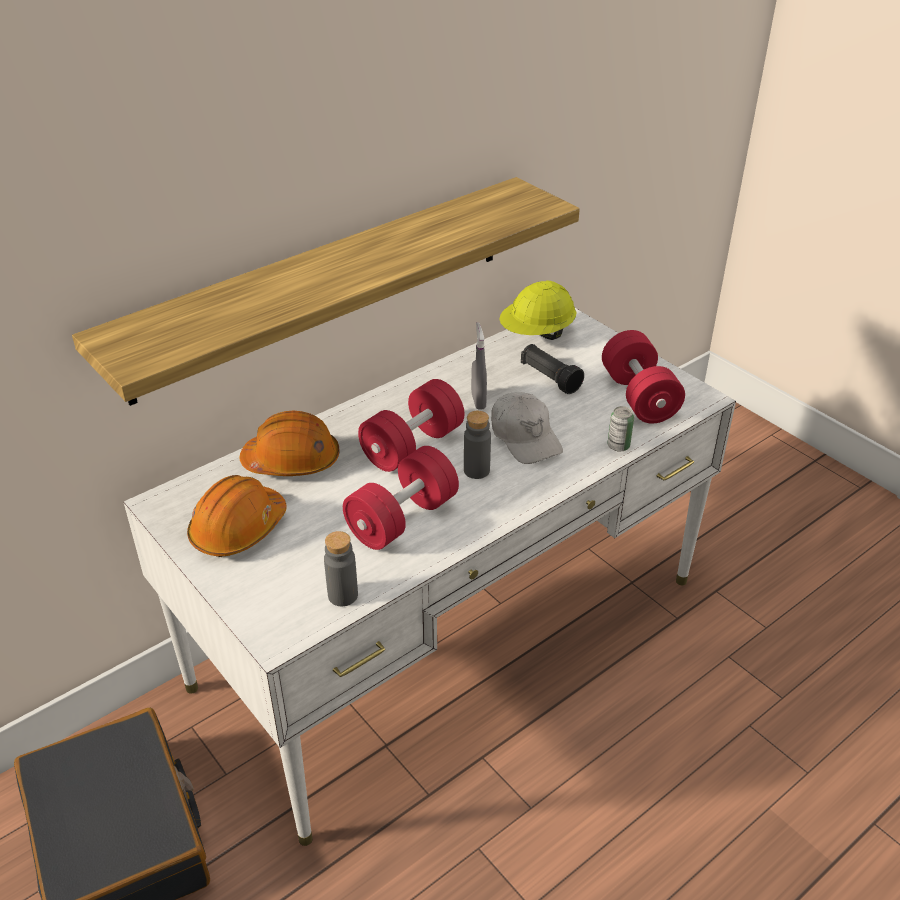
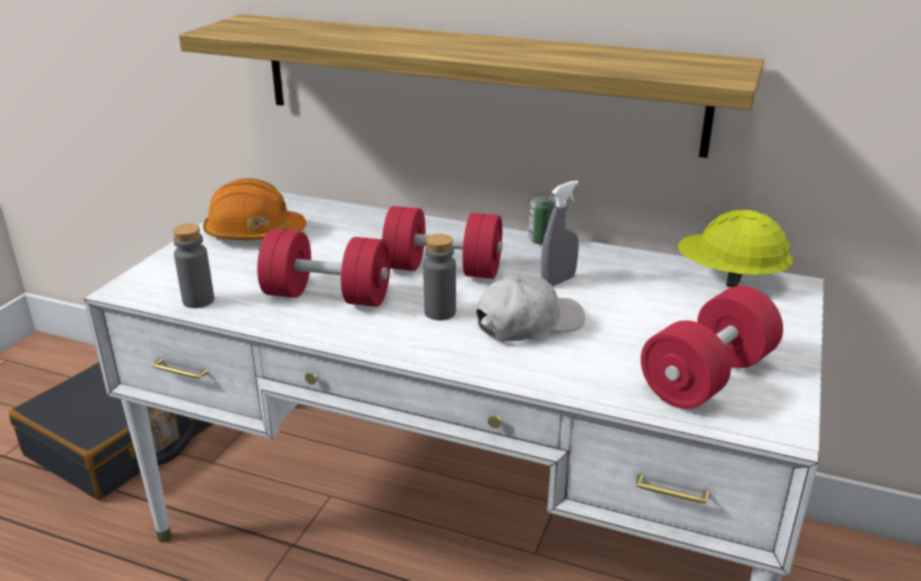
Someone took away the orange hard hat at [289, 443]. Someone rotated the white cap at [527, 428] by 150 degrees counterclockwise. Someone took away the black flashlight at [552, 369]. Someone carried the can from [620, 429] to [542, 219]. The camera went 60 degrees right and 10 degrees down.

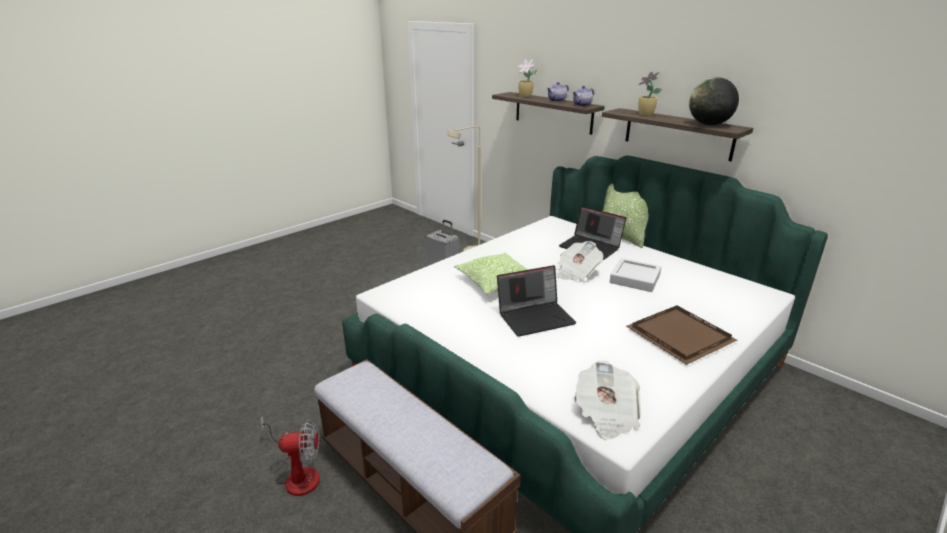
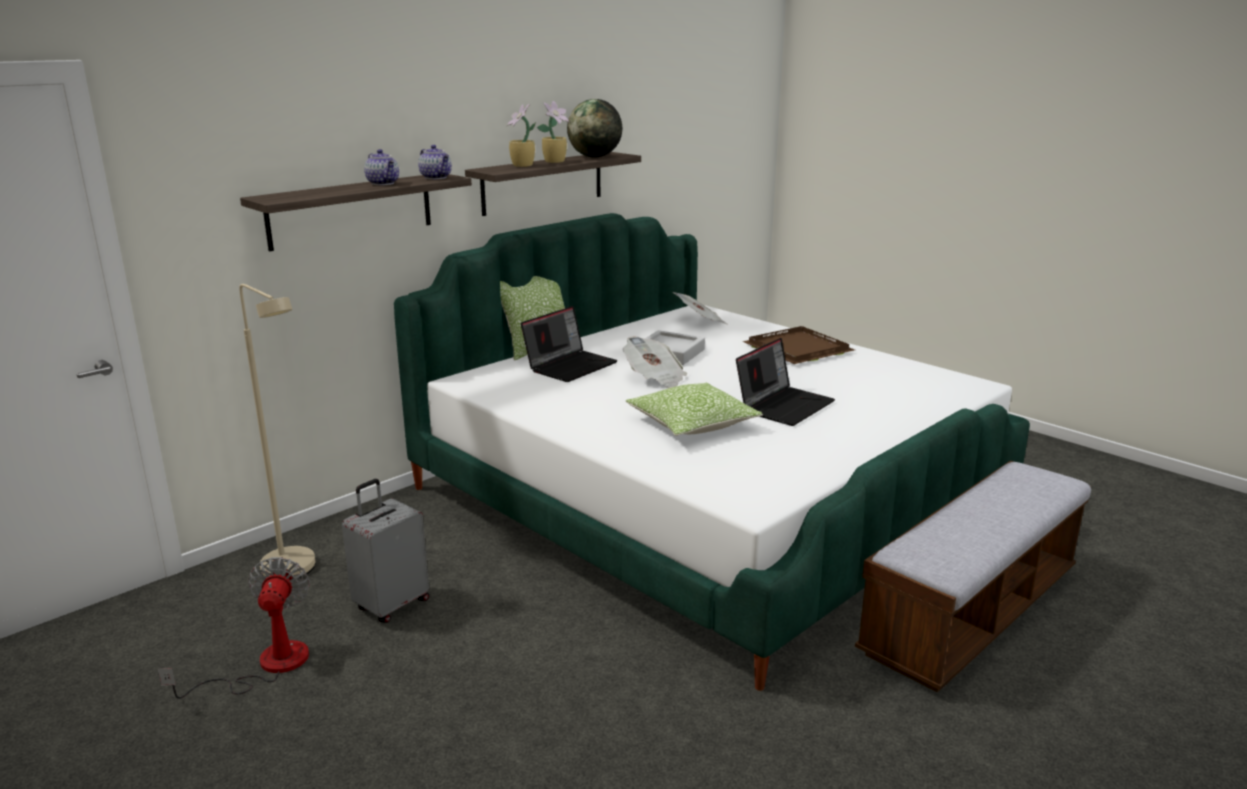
Someone carried the fan from [290, 456] to [234, 628]. Someone rotated the laptop at [536, 301] by 60 degrees clockwise. Someone carried the potted plant from [527, 78] to [553, 132]. Someone carried the newspaper from [607, 400] to [700, 308]. The camera went 90 degrees left and 5 degrees down.

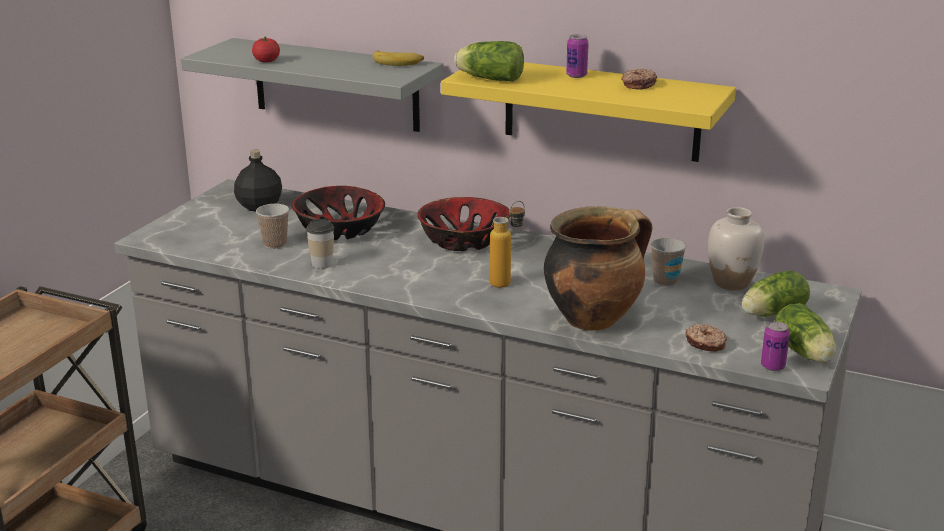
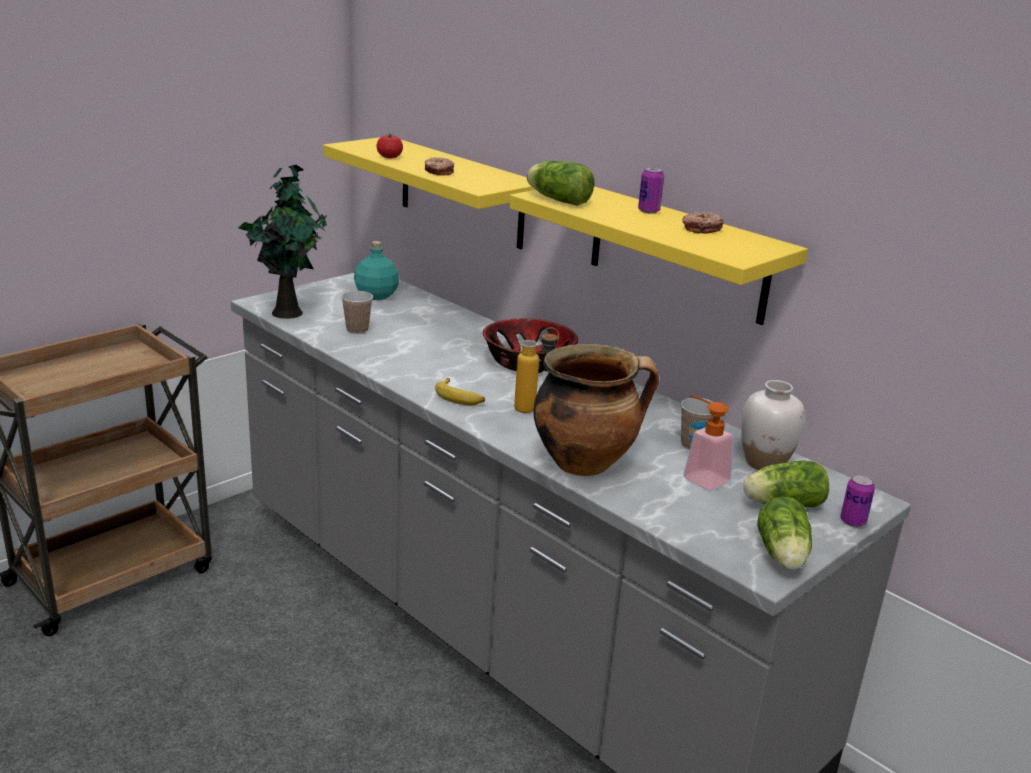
Someone repainted the grey shelf at [312, 85], which became the yellow shelf at [429, 193]. Someone repainted the black bottle at [258, 181], which became the turquoise bottle at [376, 270]. Someone took away the bowl at [338, 213]. Someone took away the cup at [320, 244]. Someone carried the banana from [398, 58] to [460, 392]. Someone carried the donut from [706, 338] to [439, 166]. Someone carried the can from [775, 346] to [857, 500]. Someone put down the potted plant at [283, 242]. Someone put down the soap dispenser at [708, 443]. The camera went 20 degrees right and 0 degrees up.

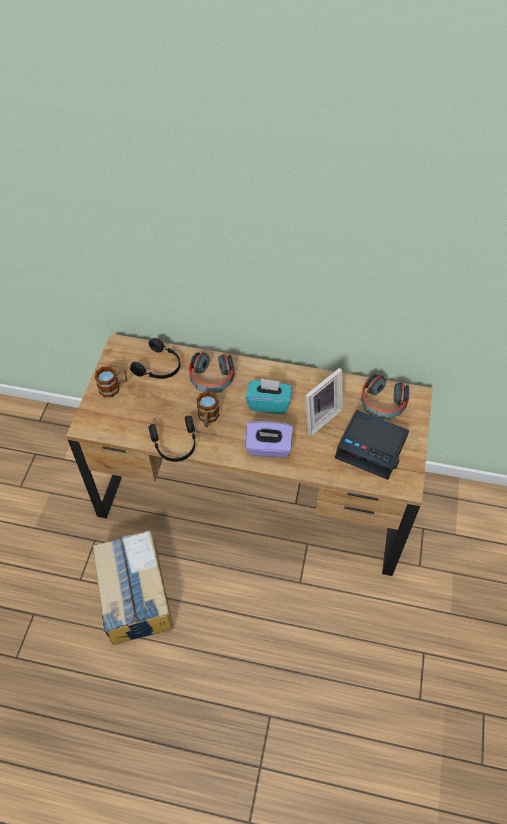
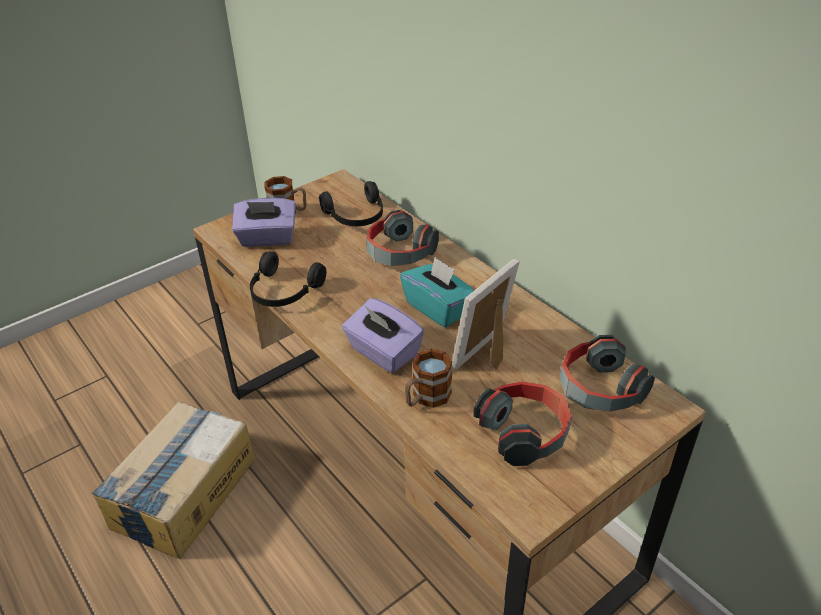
Someone carried the mug from [207, 409] to [428, 378]. Someone rotated the picture frame at [324, 402] by 135 degrees clockwise. Someone swapped the alarm clock at [372, 445] for the headphones at [522, 423]. Someone put down the purple tissue box at [264, 222]. The camera went 40 degrees right and 15 degrees down.

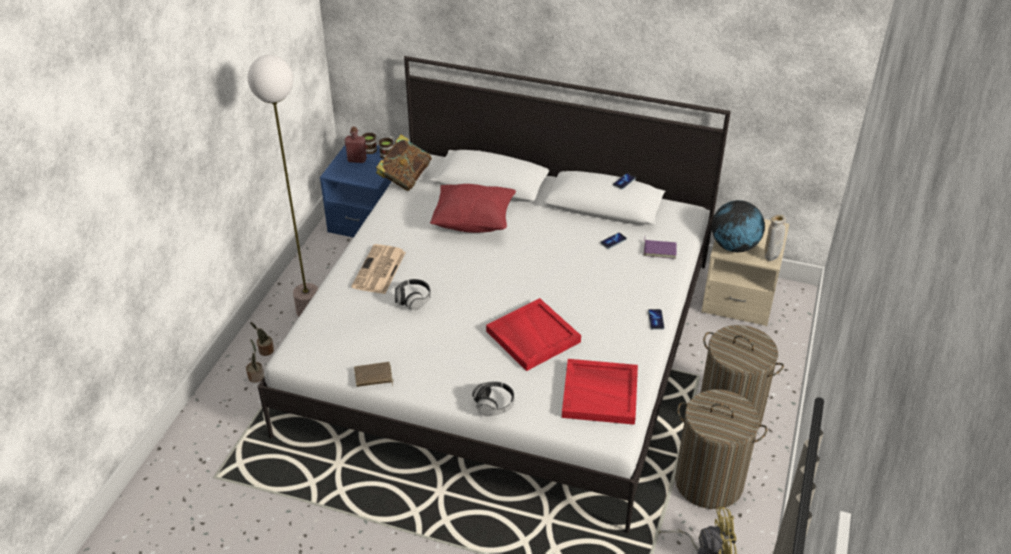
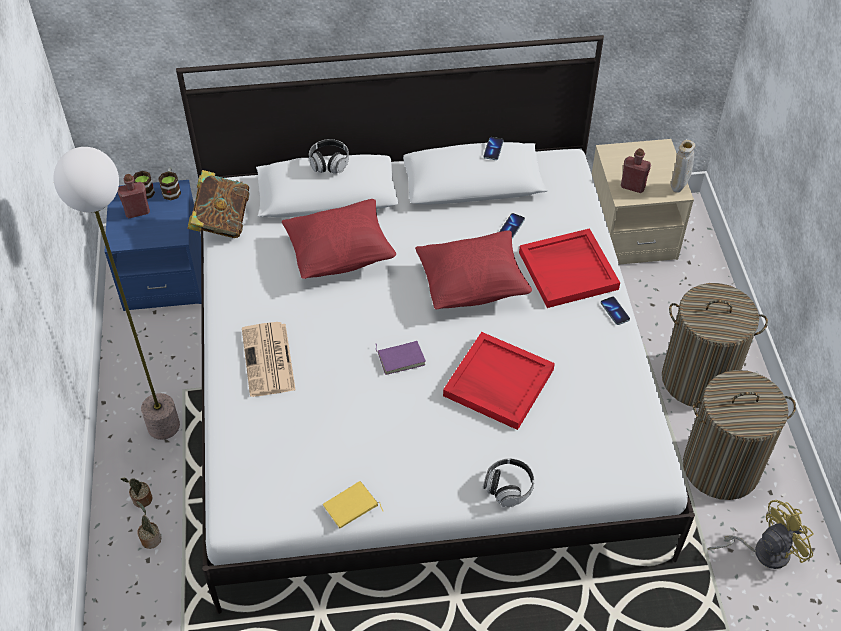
Someone repainted the brown book at [374, 374], which became the yellow book at [353, 504]. Someone carried the headphones from [413, 294] to [329, 156]. Someone carried the red tray from [600, 392] to [569, 268]. Someone carried the purple book from [660, 247] to [400, 358]. Someone swapped the globe at [738, 226] for the red bottle at [636, 170]. Someone put down the red pillow at [473, 269]. The camera went 25 degrees left and 10 degrees up.

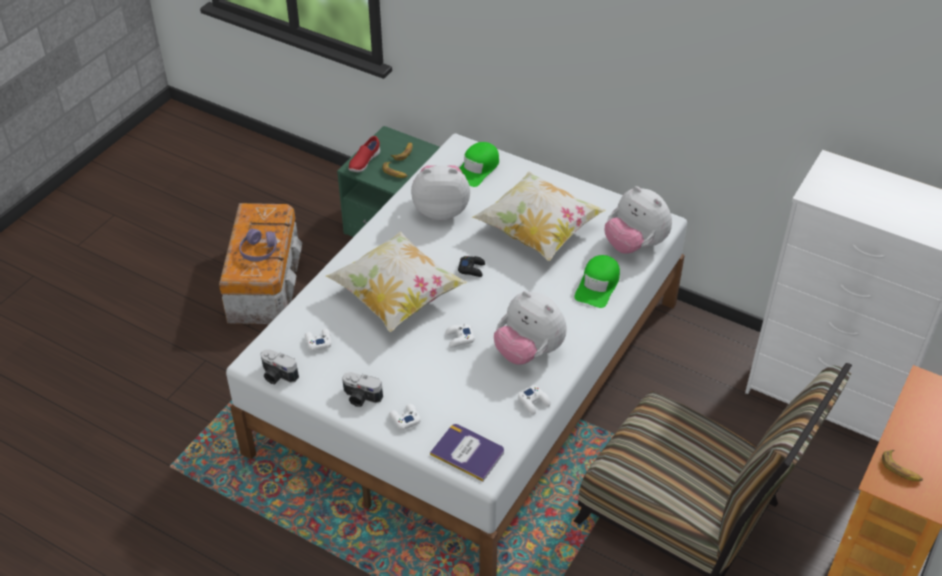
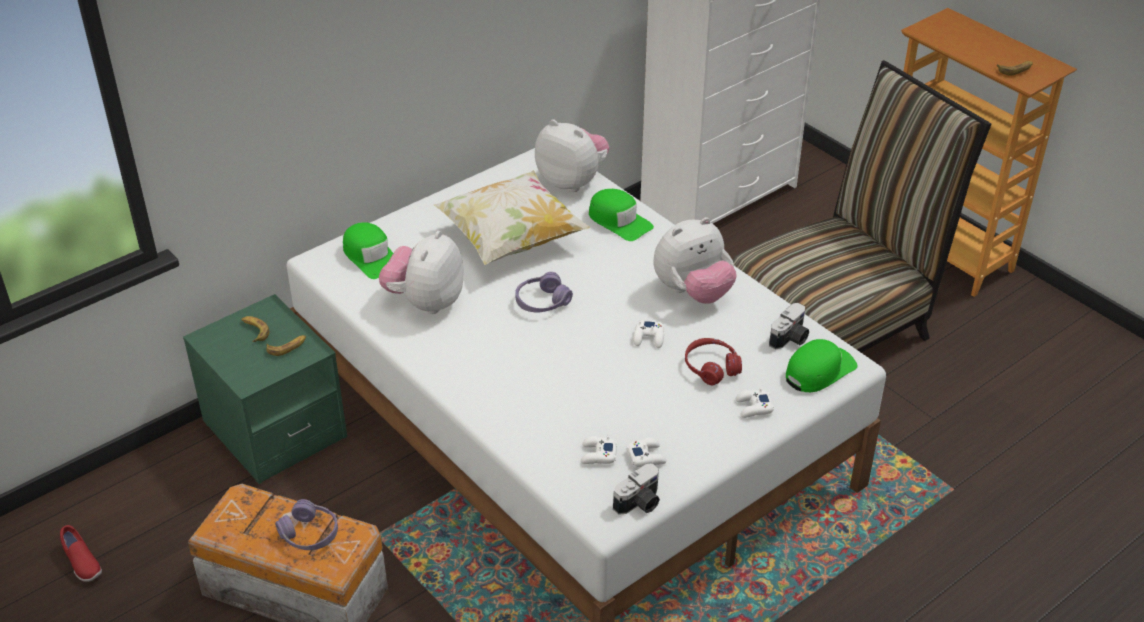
Someone took away the pillow at [396, 281]. Someone carried the photo camera from [362, 389] to [789, 326]. Someone carried the red shoe from [364, 154] to [81, 553]. Someone swapped the book at [467, 452] for the green cap at [822, 365]. Someone swapped the black game controller at [471, 266] for the purple headphones at [544, 292]. Someone carried the white game controller from [534, 400] to [646, 452]. Someone rotated the plush toy at [638, 220] by 120 degrees counterclockwise. Someone put down the red headphones at [713, 361]. The camera went 70 degrees left and 5 degrees down.

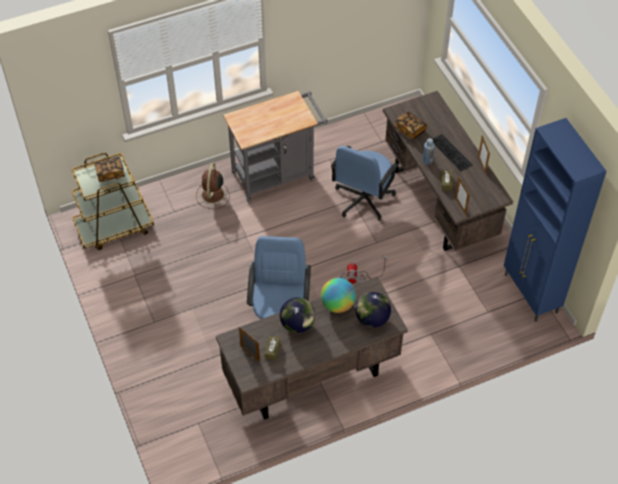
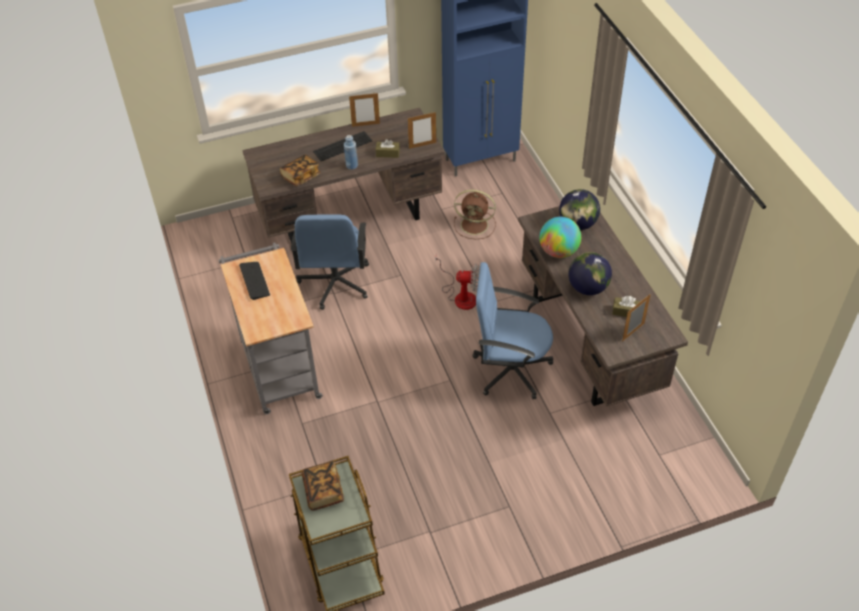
Someone carried the brown fan from [213, 186] to [475, 214]. Someone rotated the blue office chair at [364, 183] by 60 degrees clockwise. Someone put down the keyboard at [254, 281]. The camera went 85 degrees left and 5 degrees down.

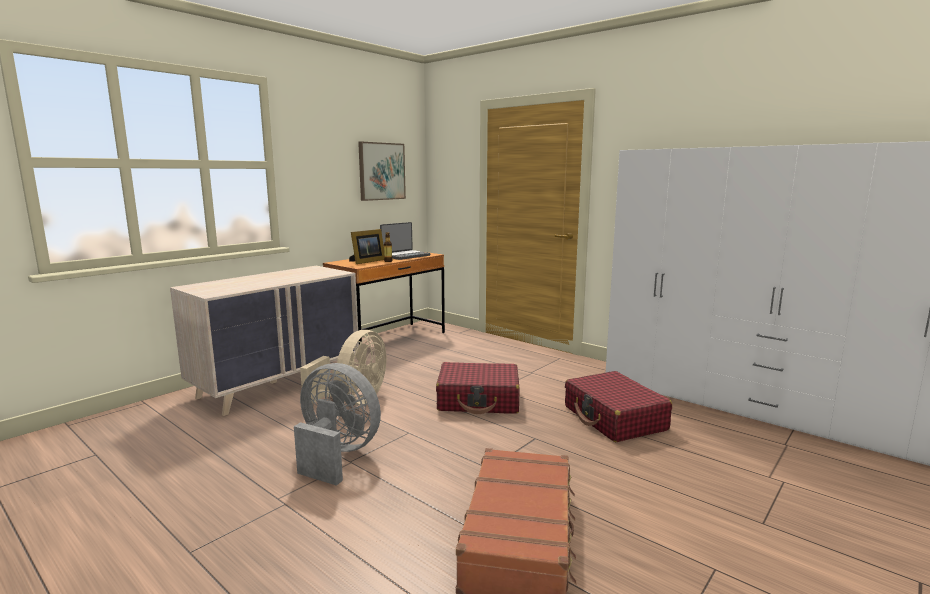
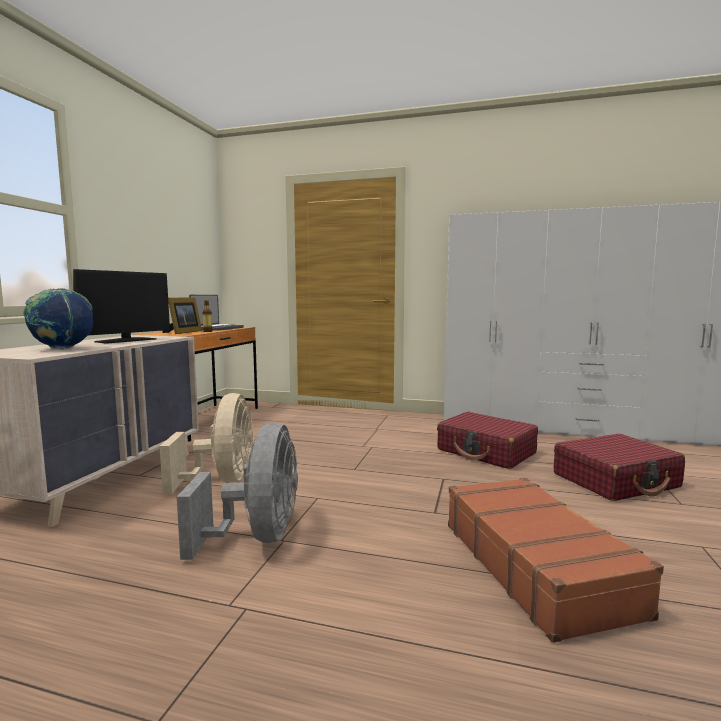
Someone rotated the grey fan at [337, 424] by 90 degrees clockwise. Someone took away the picture at [382, 171]. Someone carried the red suitcase from [478, 388] to [619, 467]. Someone put down the globe at [58, 318]. Someone put down the monitor at [121, 306]. The camera went 25 degrees left and 5 degrees down.

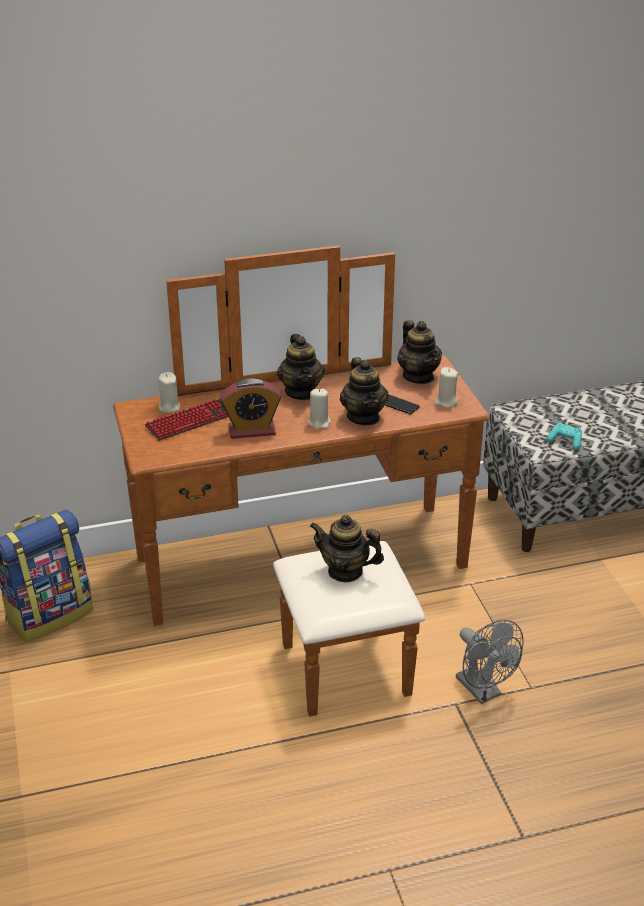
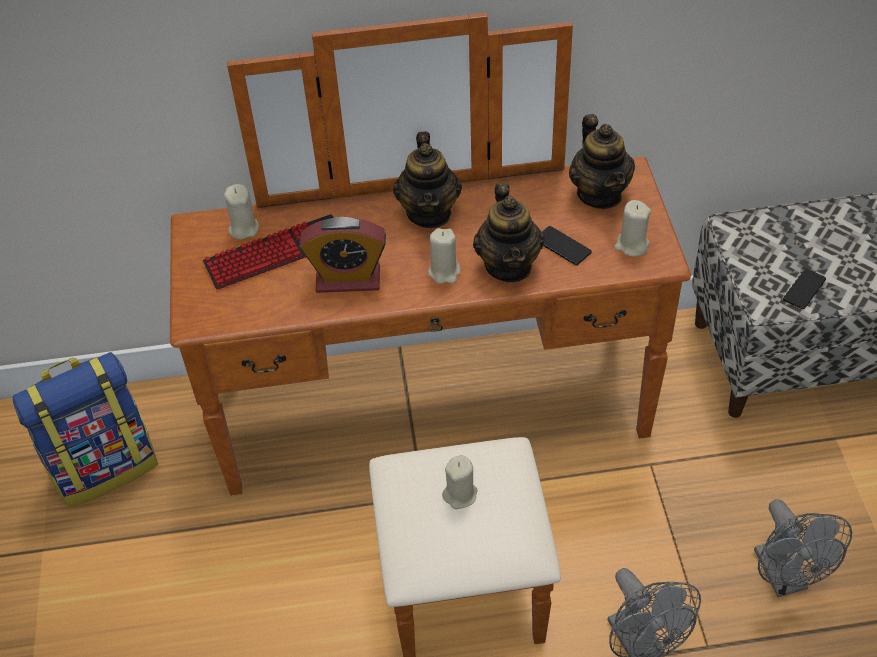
Someone swapped the teapot at [347, 548] for the beige candle at [459, 482]. Someone swapped the turquoise game controller at [564, 436] for the phone at [804, 289]. Someone put down the grey fan at [803, 548]. The camera went 10 degrees right and 15 degrees up.

